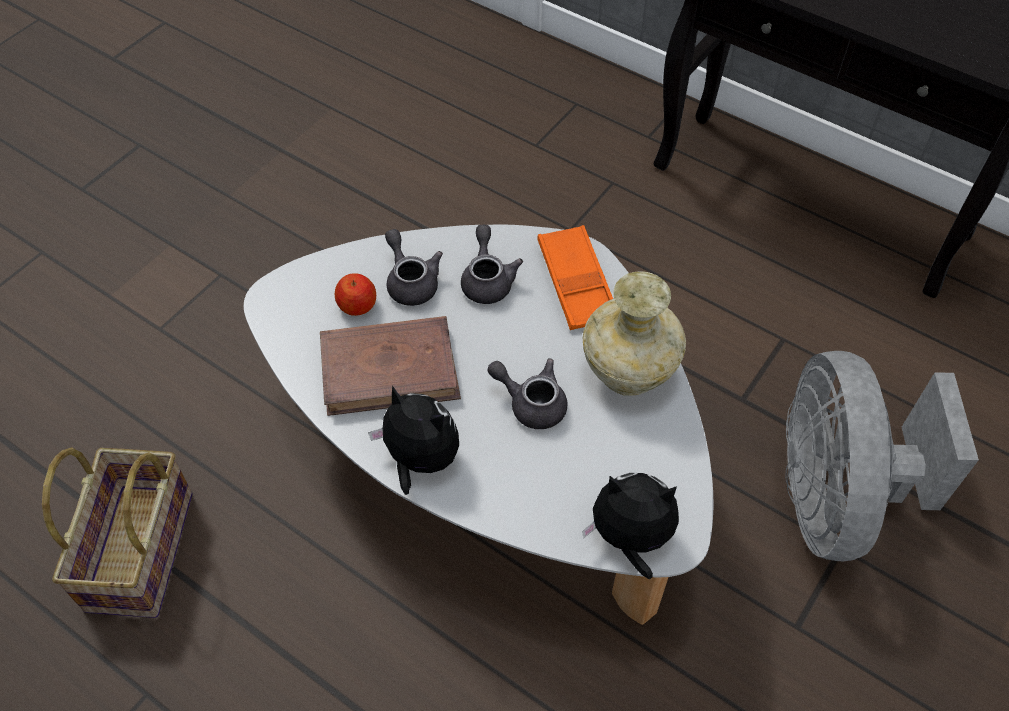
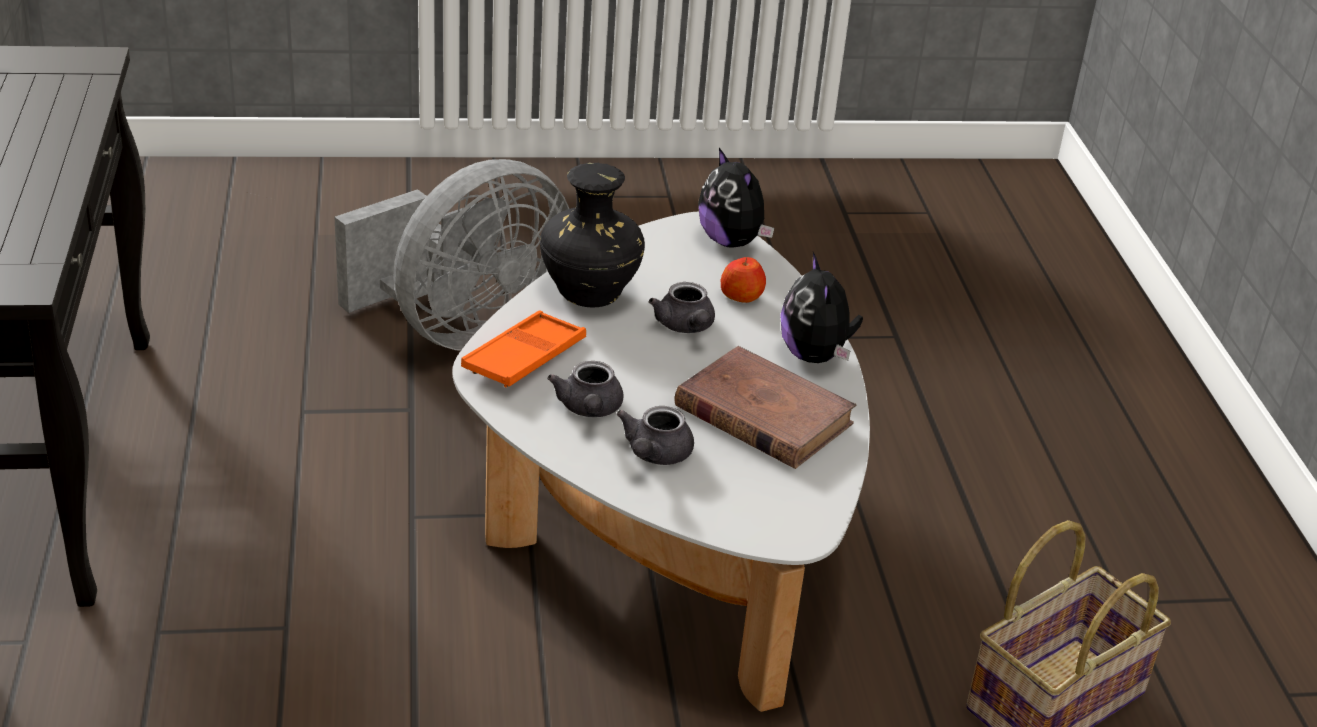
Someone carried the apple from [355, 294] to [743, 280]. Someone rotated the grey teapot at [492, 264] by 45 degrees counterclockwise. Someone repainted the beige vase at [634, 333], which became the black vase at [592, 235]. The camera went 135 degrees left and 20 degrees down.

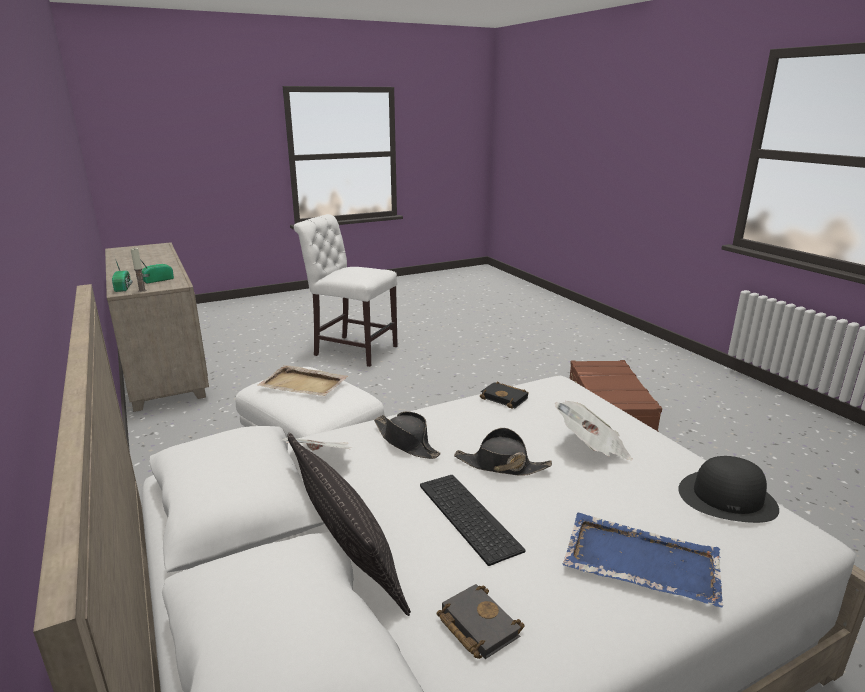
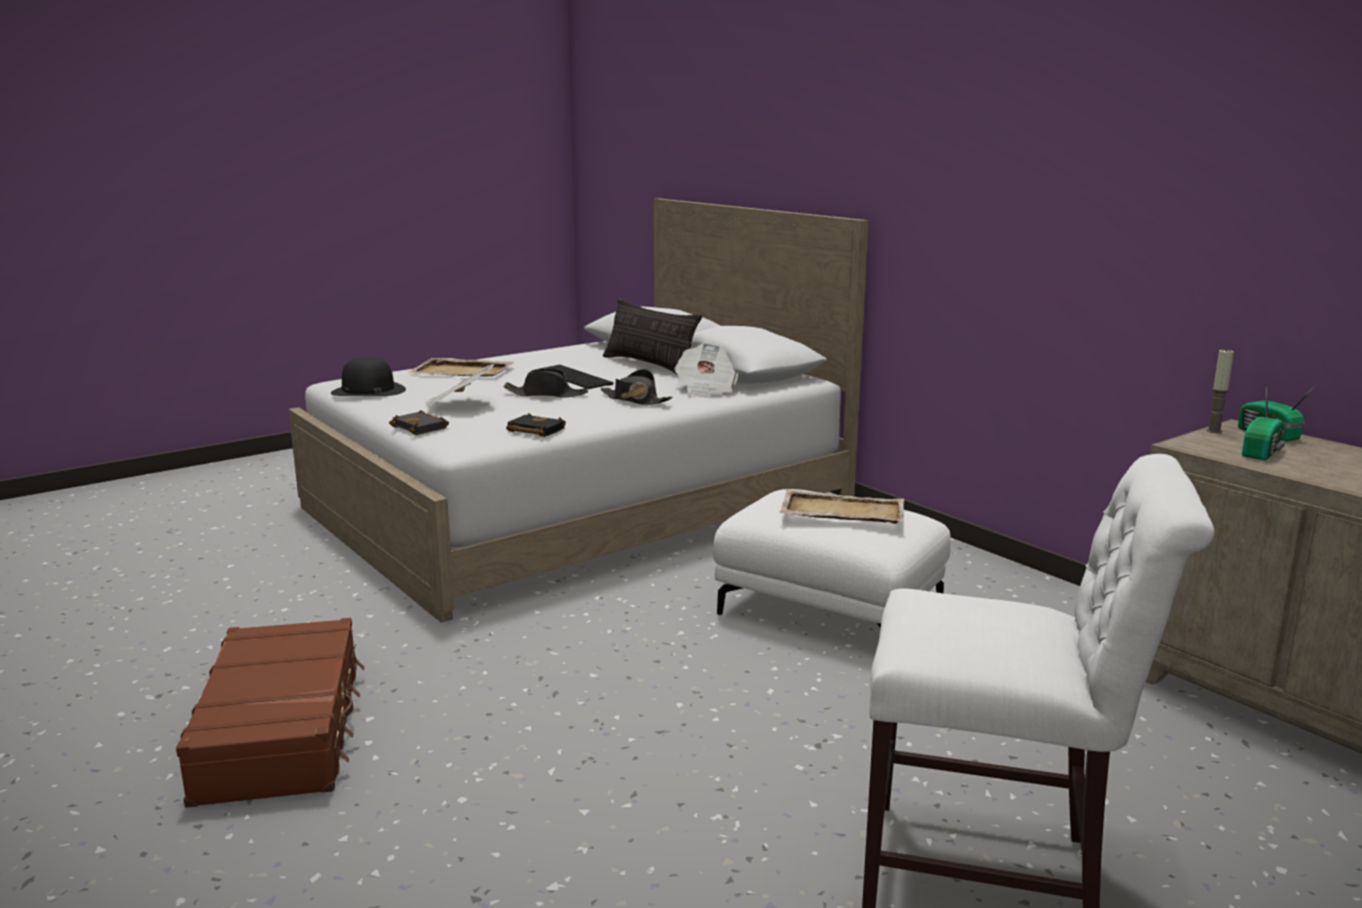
Someone carried the black book from [481, 621] to [419, 422]. Someone repainted the blue tray at [643, 560], which became the beige tray at [460, 367]. The camera went 170 degrees right and 5 degrees down.

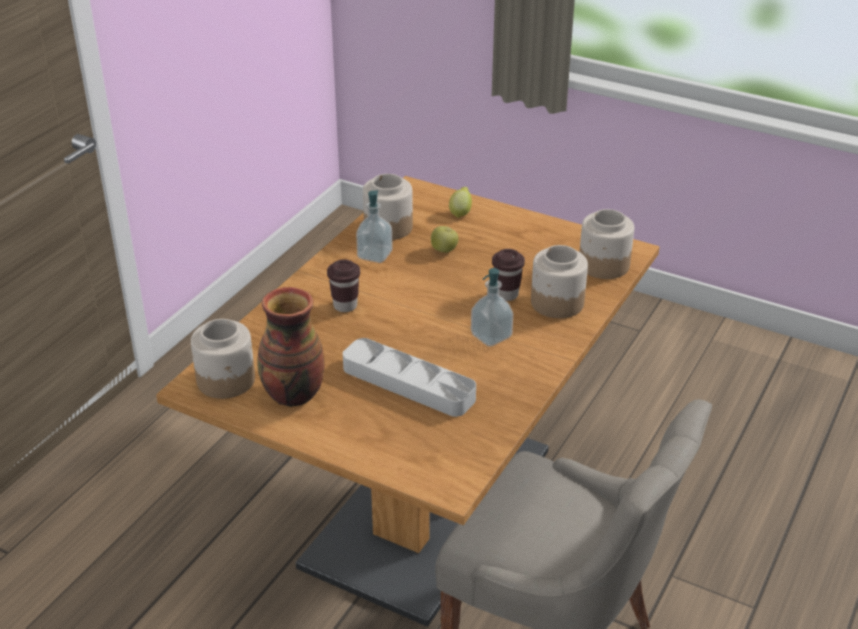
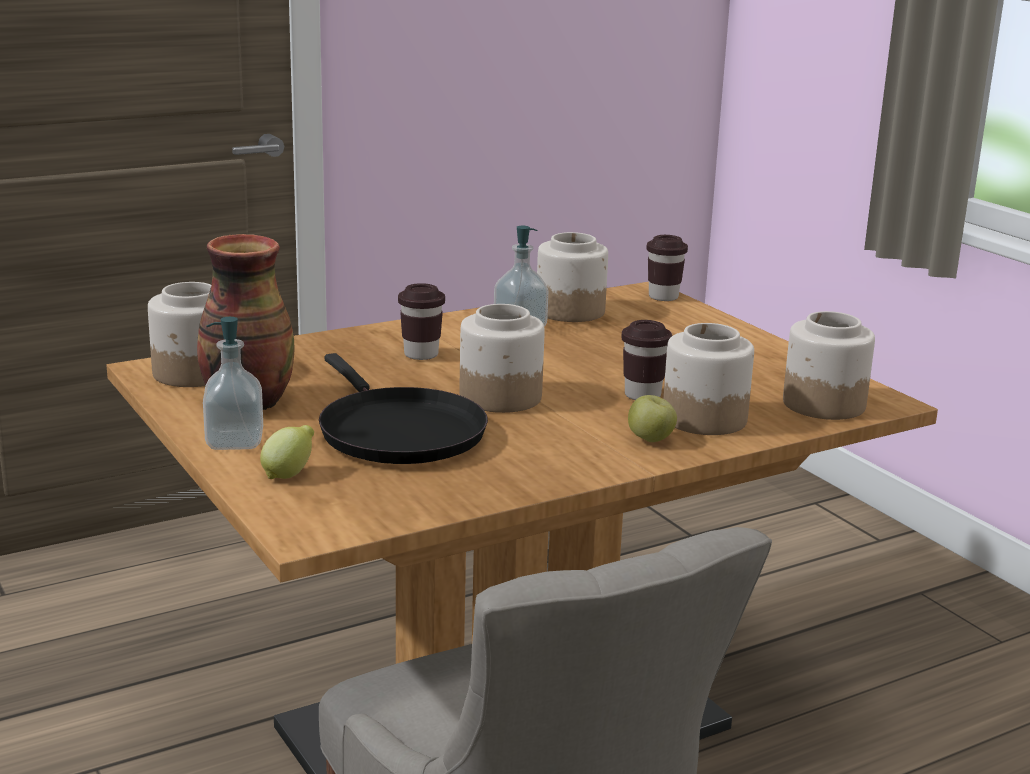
Someone swapped the grey tray at [409, 377] for the black frying pan at [403, 408]. Someone carried the apple from [445, 239] to [652, 418]. Someone carried the lemon from [460, 202] to [287, 452]. Someone carried the soap dispenser from [492, 307] to [233, 383]. Someone put down the jar at [502, 358]. Someone put down the brown cup at [667, 268]. The camera went 30 degrees right and 15 degrees down.

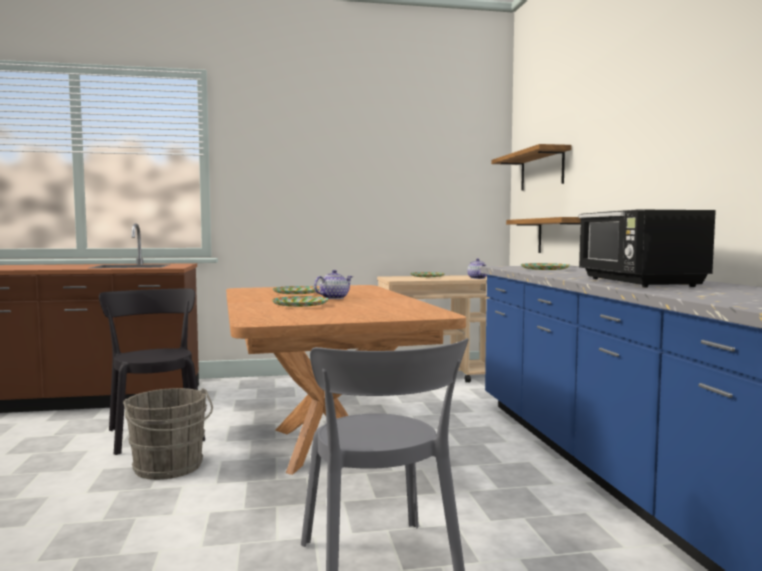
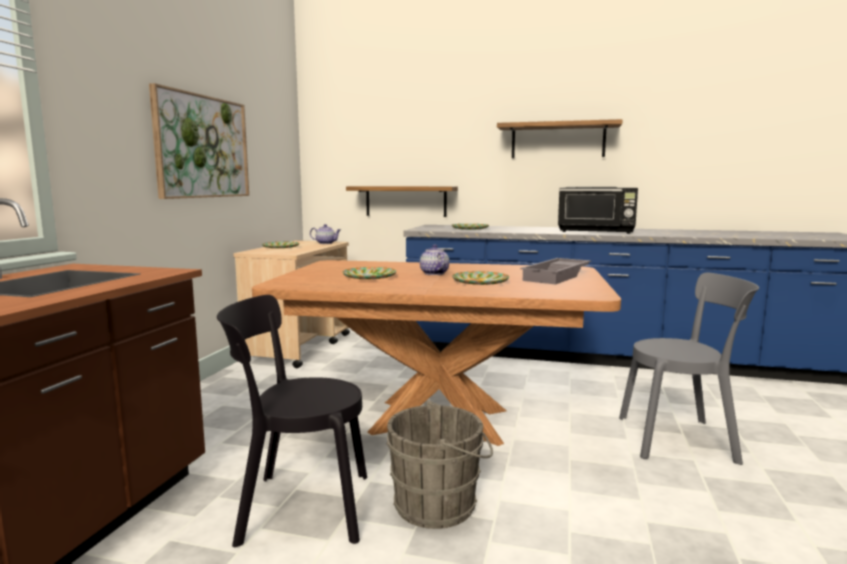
Someone carried the shelf from [531, 167] to [560, 138]. Someone put up the picture at [199, 141]. Someone put down the grey tray at [555, 271]. The camera went 65 degrees left and 5 degrees up.

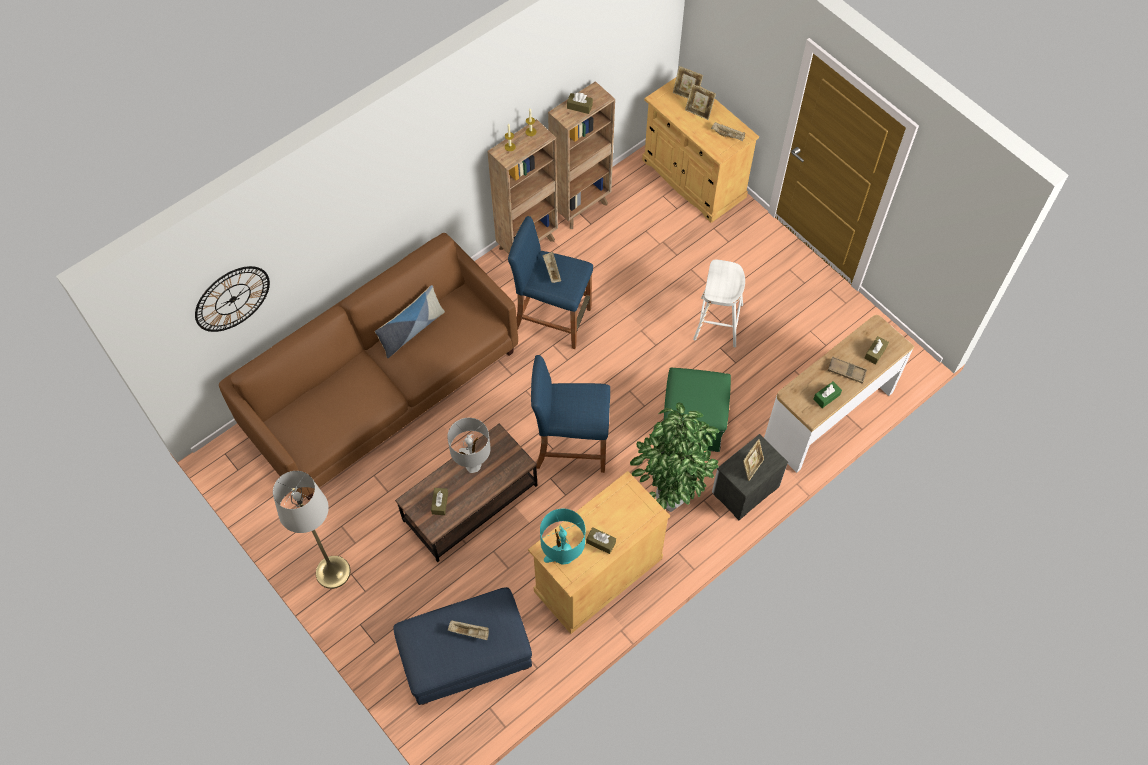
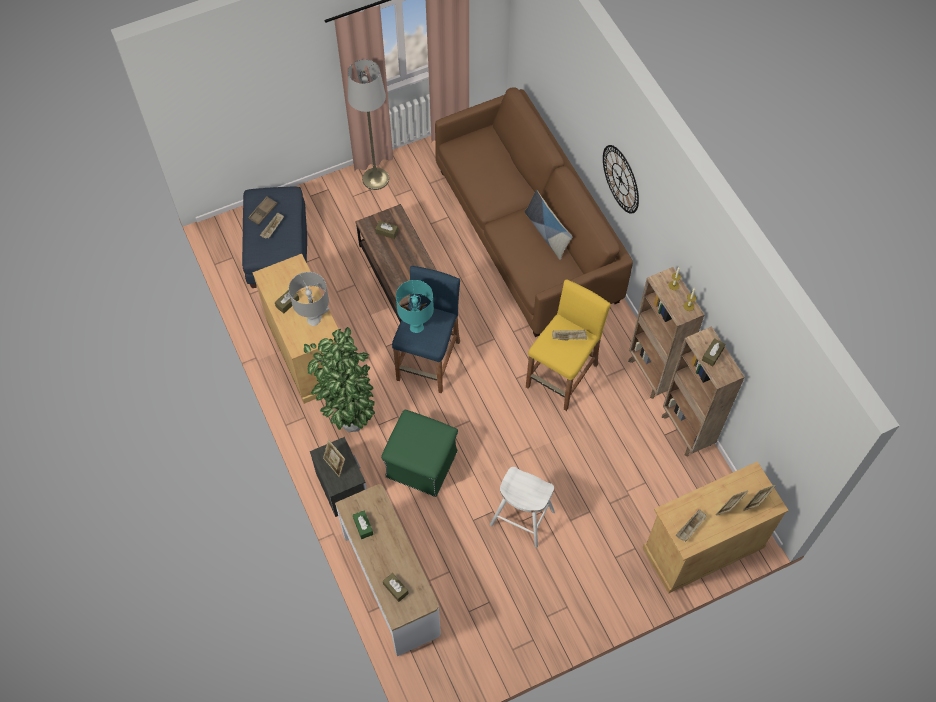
Someone carried the wall clock from [232, 299] to [621, 179]. Someone carried the grey table lamp from [469, 445] to [309, 299]. Someone repainted the blue stool at [550, 282], which became the yellow stool at [568, 345]. Someone carried the turquoise table lamp from [562, 537] to [415, 306]. Someone carried the brown tray from [847, 369] to [262, 210]. The camera went 105 degrees right and 0 degrees up.

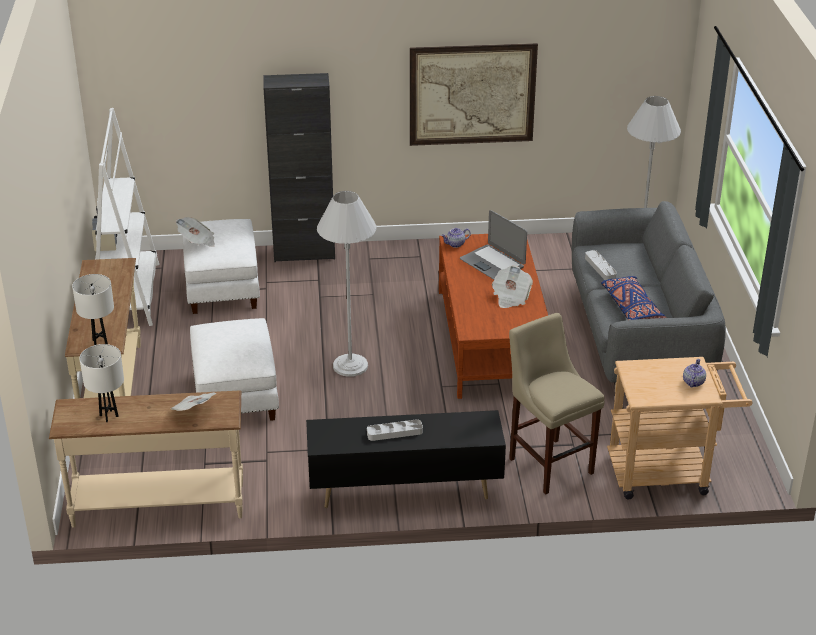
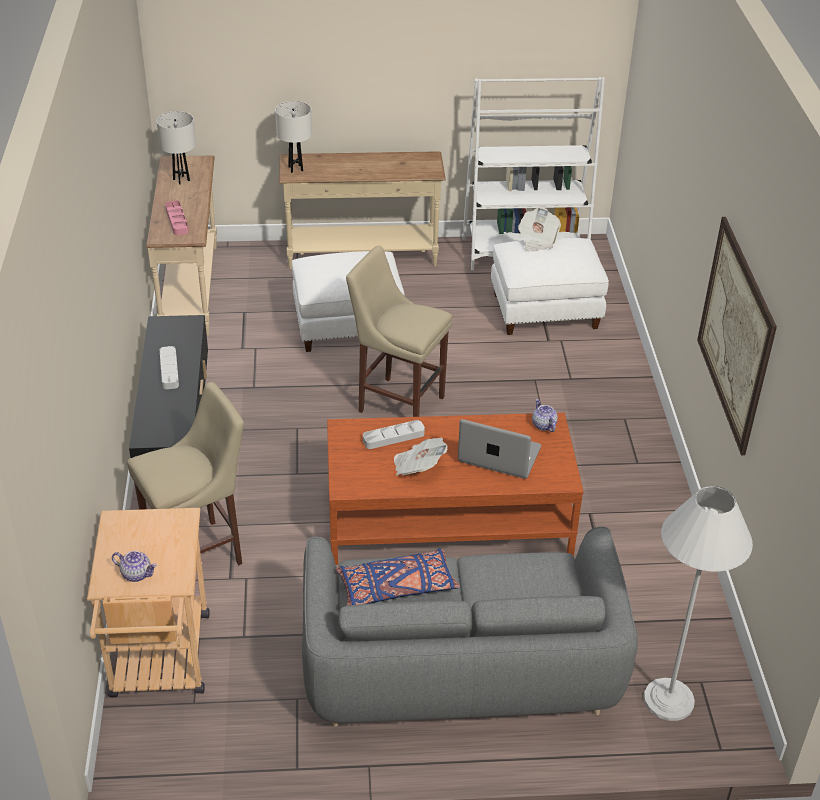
Someone swapped the newspaper at [193, 401] for the pink tray at [177, 217]. Someone took away the black cabinet at [299, 167]. Someone swapped the white floor lamp at [347, 284] for the beige stool at [399, 331]. Someone rotated the laptop at [493, 245] by 60 degrees clockwise. Someone carried the grey tray from [601, 265] to [394, 434]. The camera went 90 degrees right and 5 degrees up.

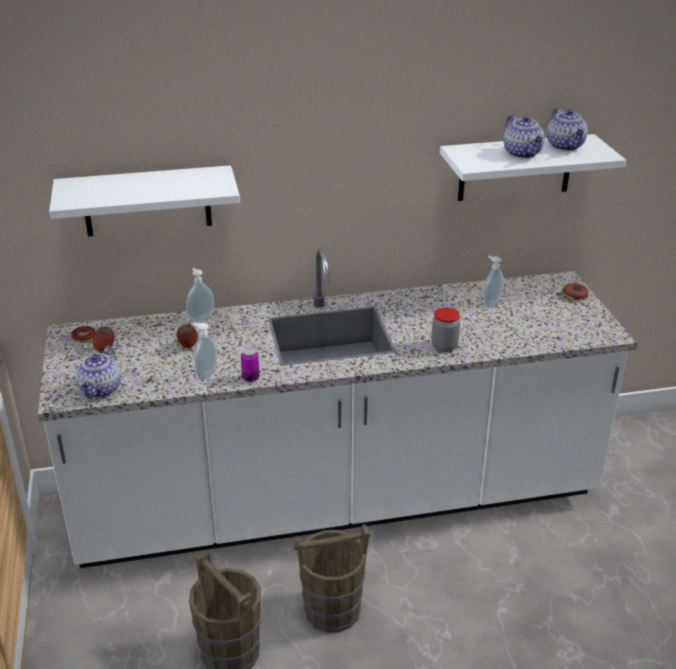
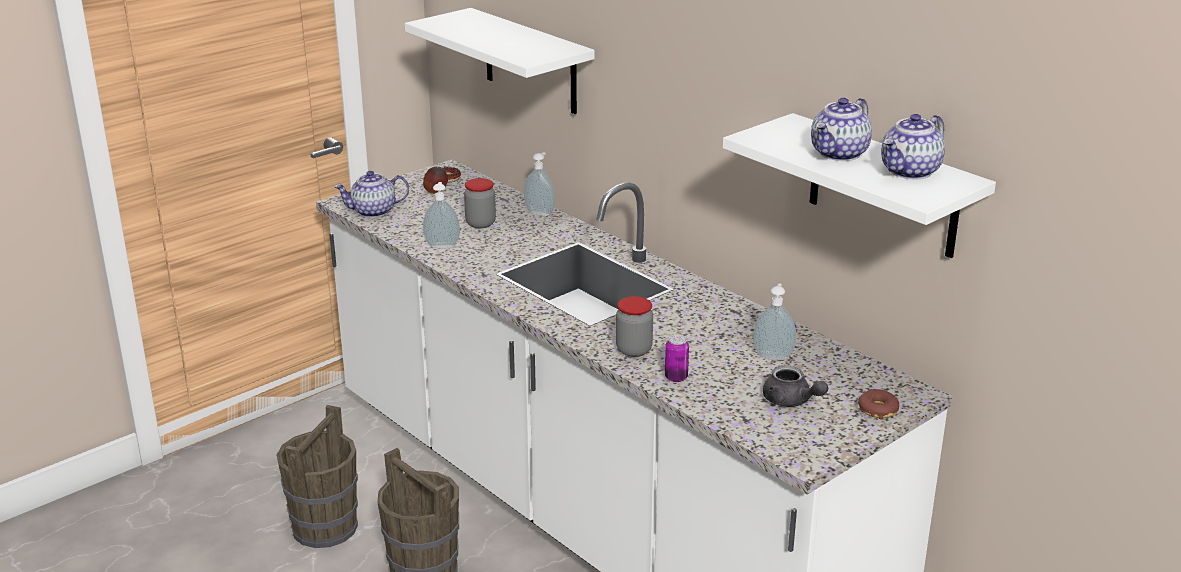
Someone swapped the apple at [187, 336] for the jar at [480, 203]. Someone carried the can from [250, 364] to [677, 358]. Someone put down the grey teapot at [795, 386]. The camera went 60 degrees right and 5 degrees down.

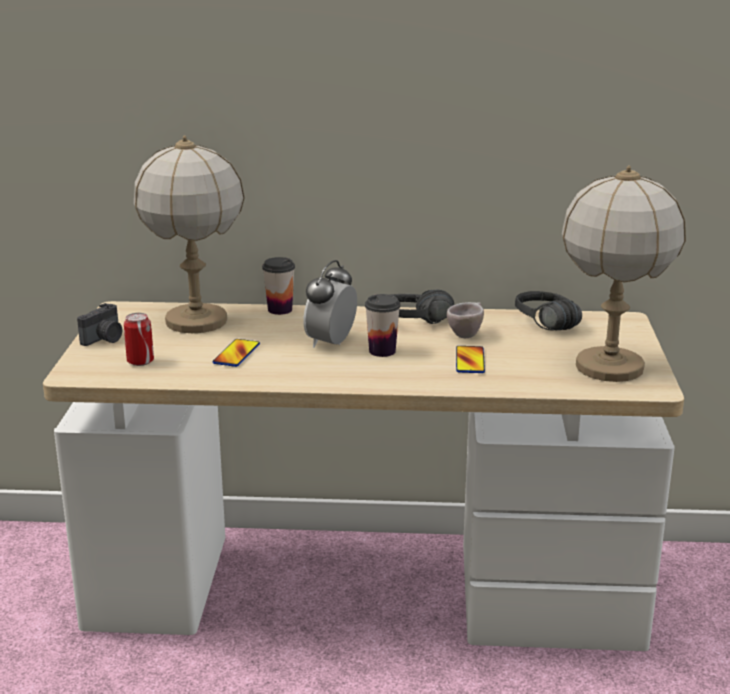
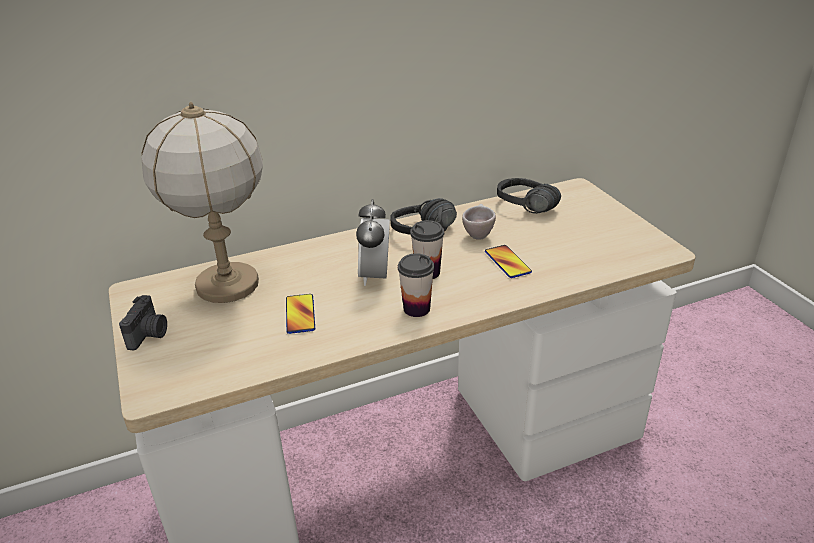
Someone took away the can at [139, 339]. Someone carried the cup from [278, 286] to [416, 285]. Someone took away the table lamp at [624, 273]. The camera went 25 degrees left and 10 degrees up.

